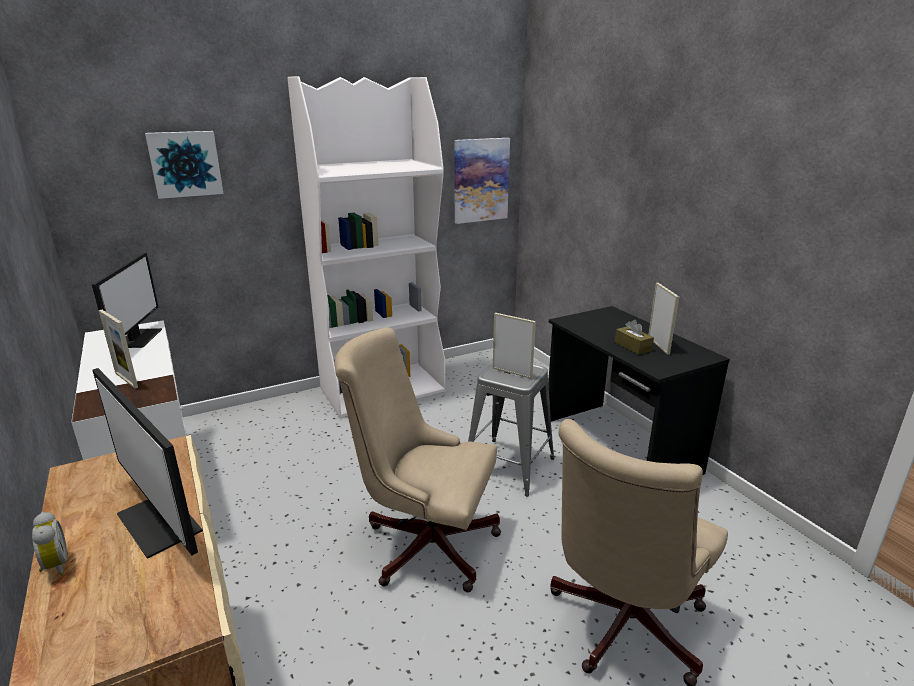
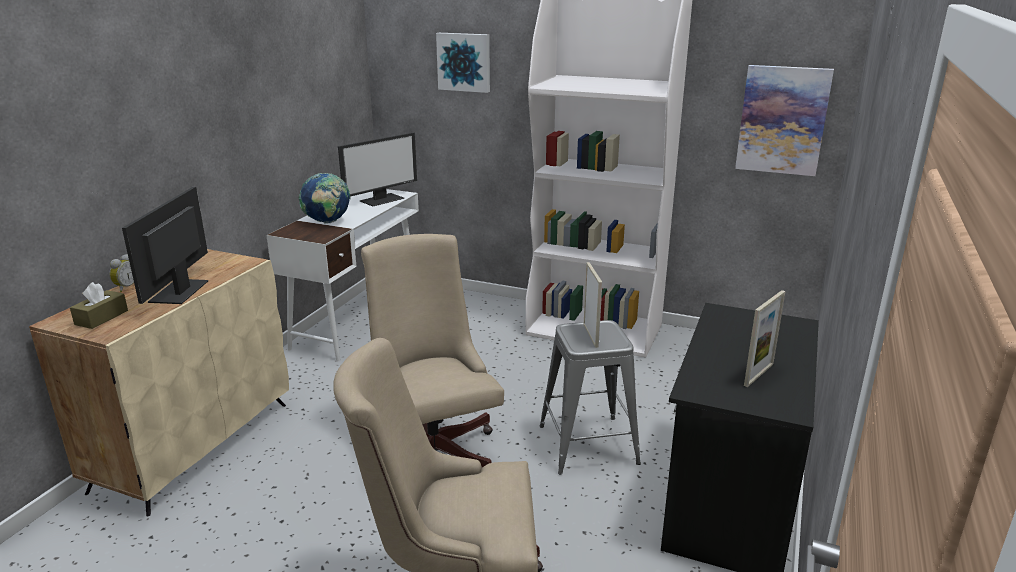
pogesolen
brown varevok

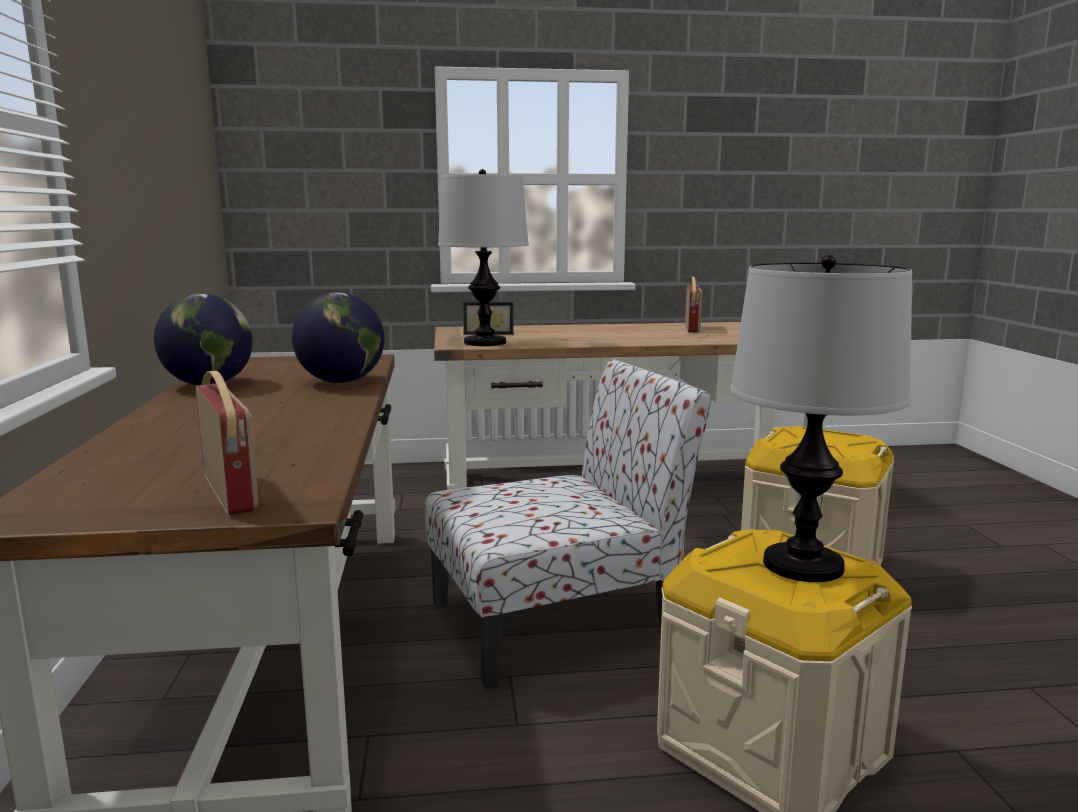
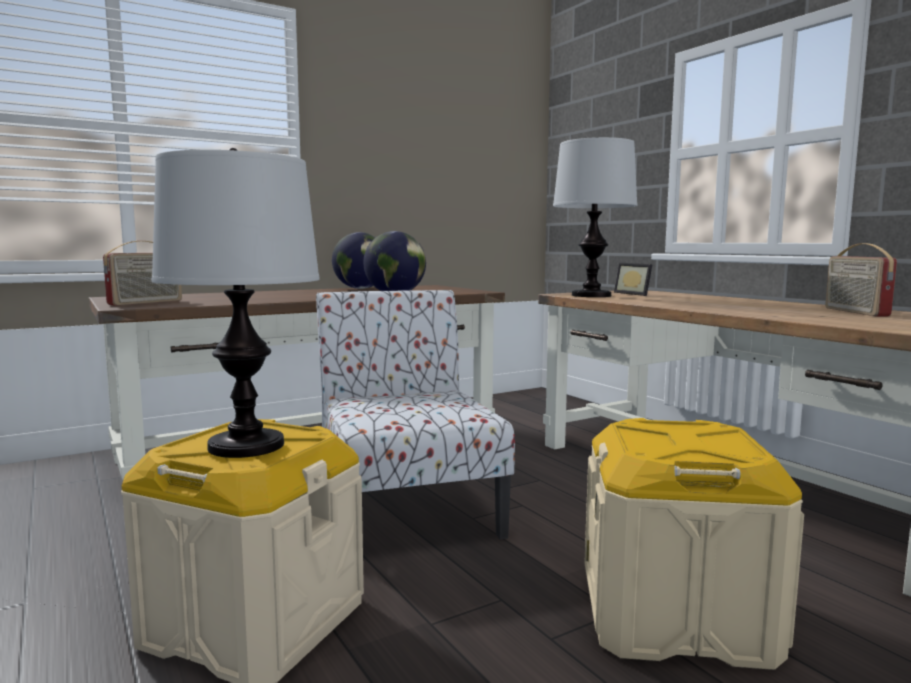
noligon
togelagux (2nd from left)

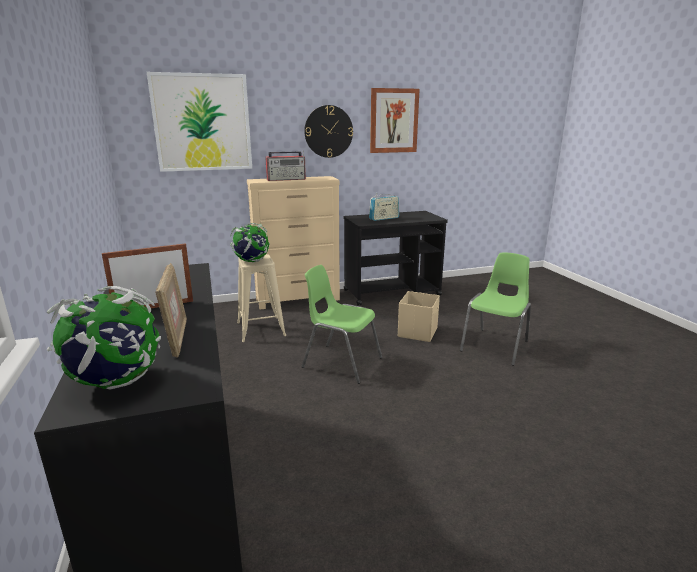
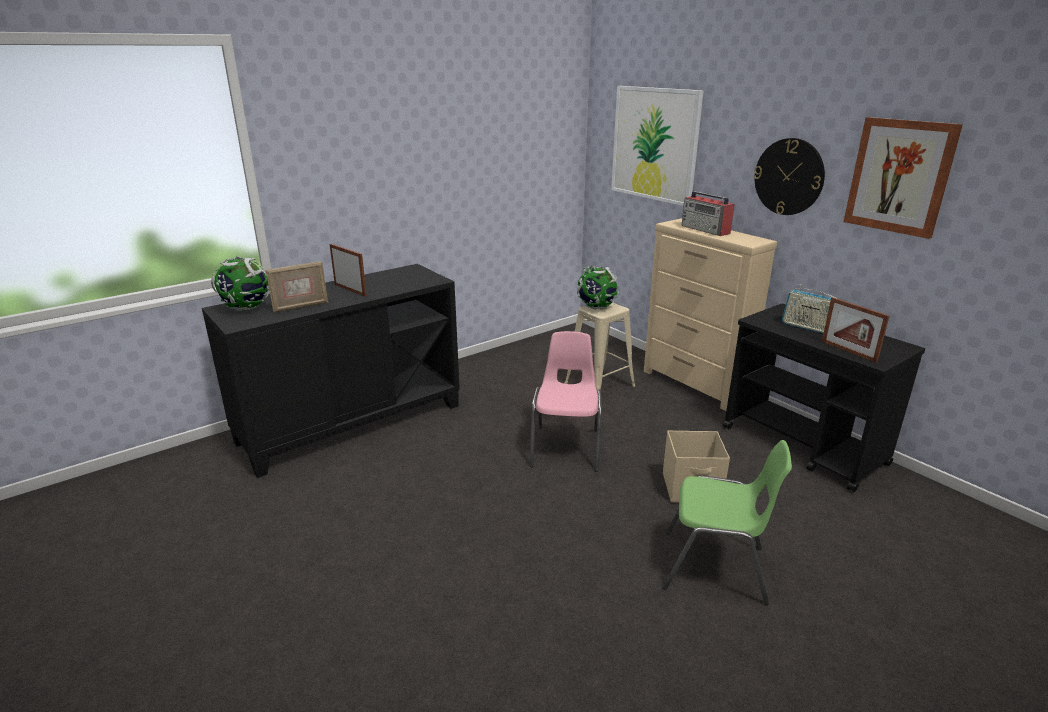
pink noligon
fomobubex (3rd from left)

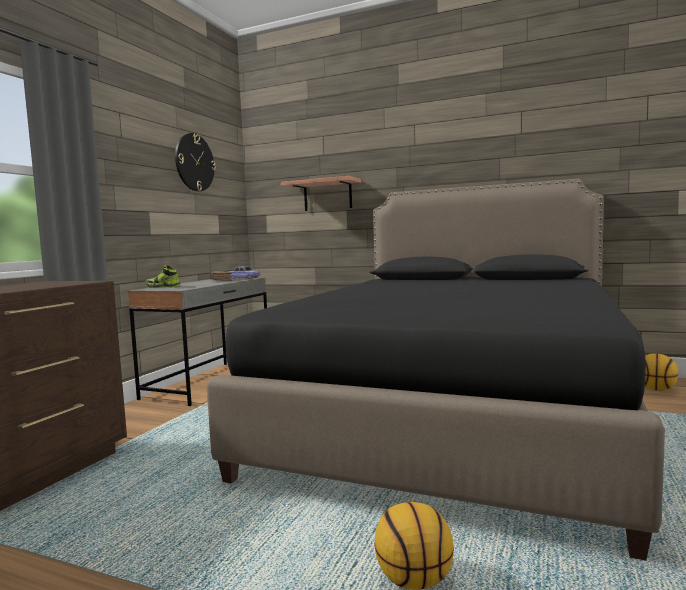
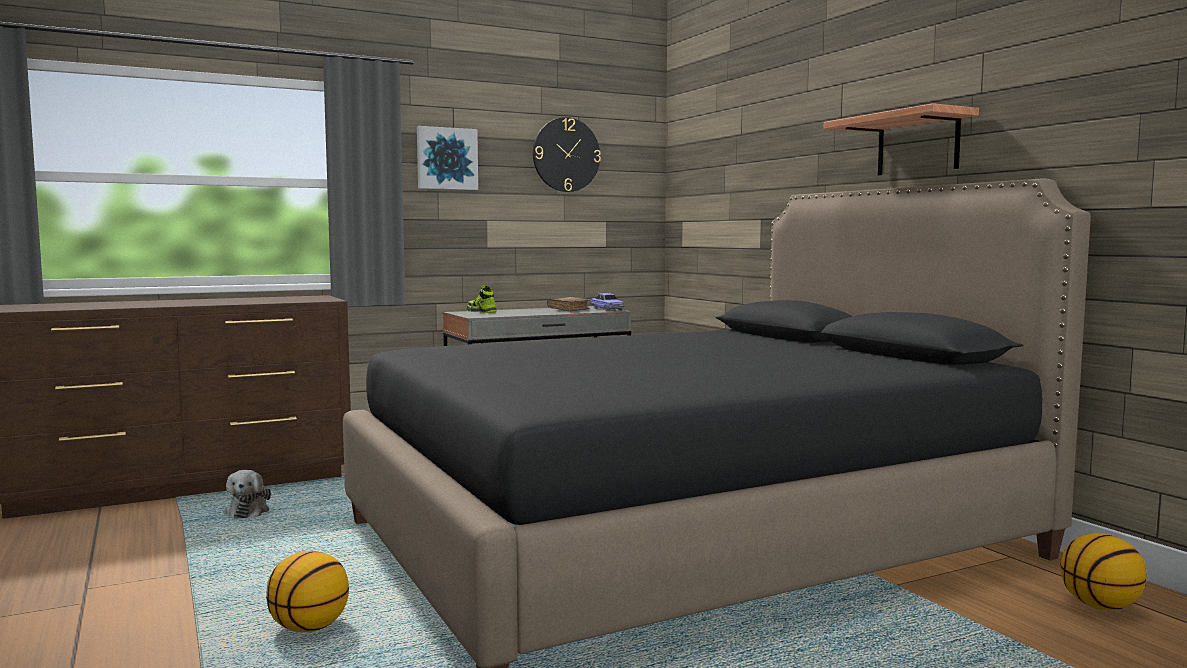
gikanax
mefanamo
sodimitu

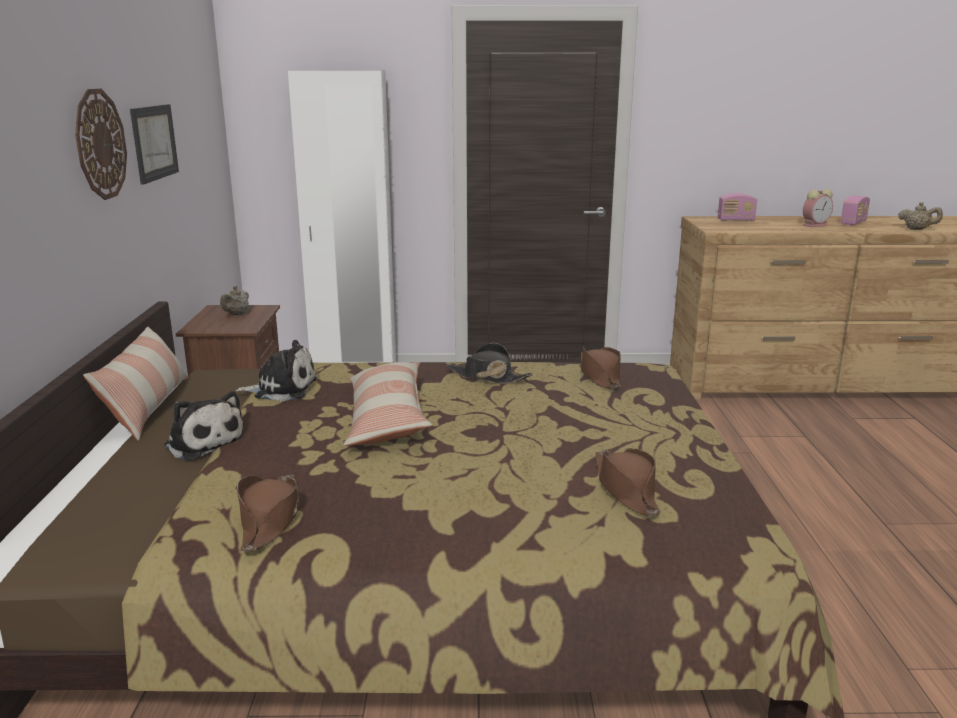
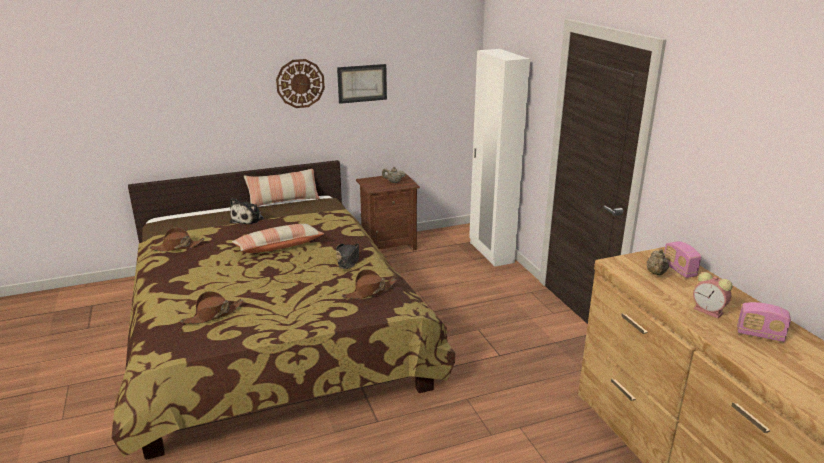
mefanamo (2nd from left in the first image)
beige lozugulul (2nd from left)

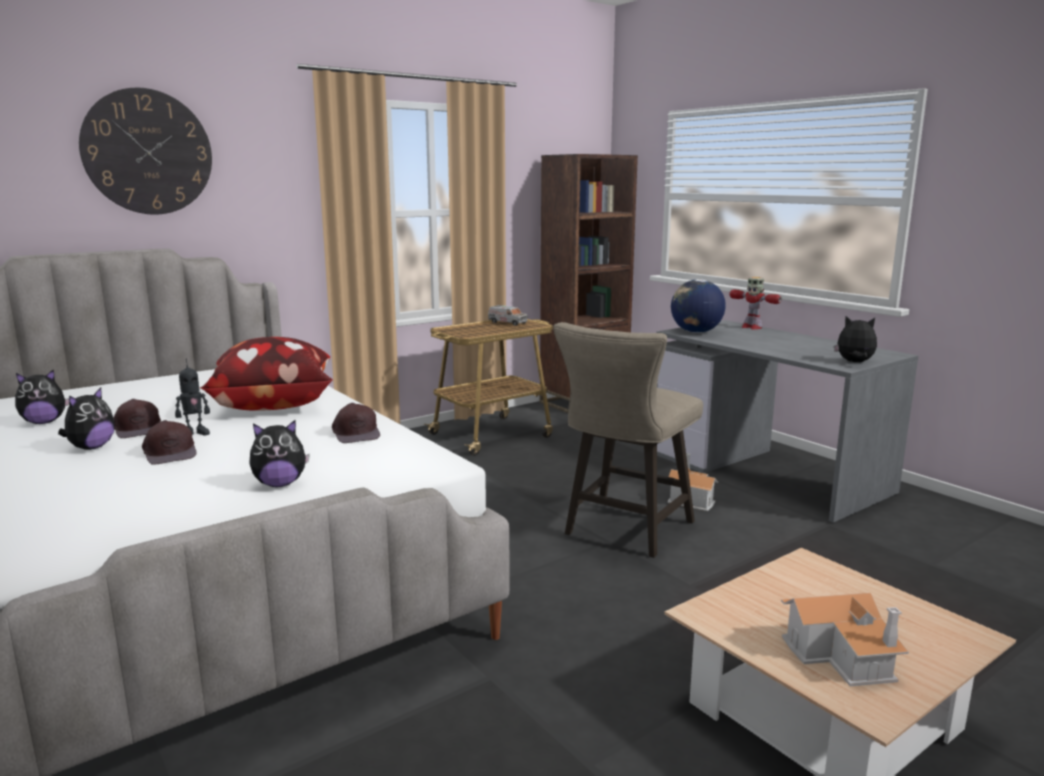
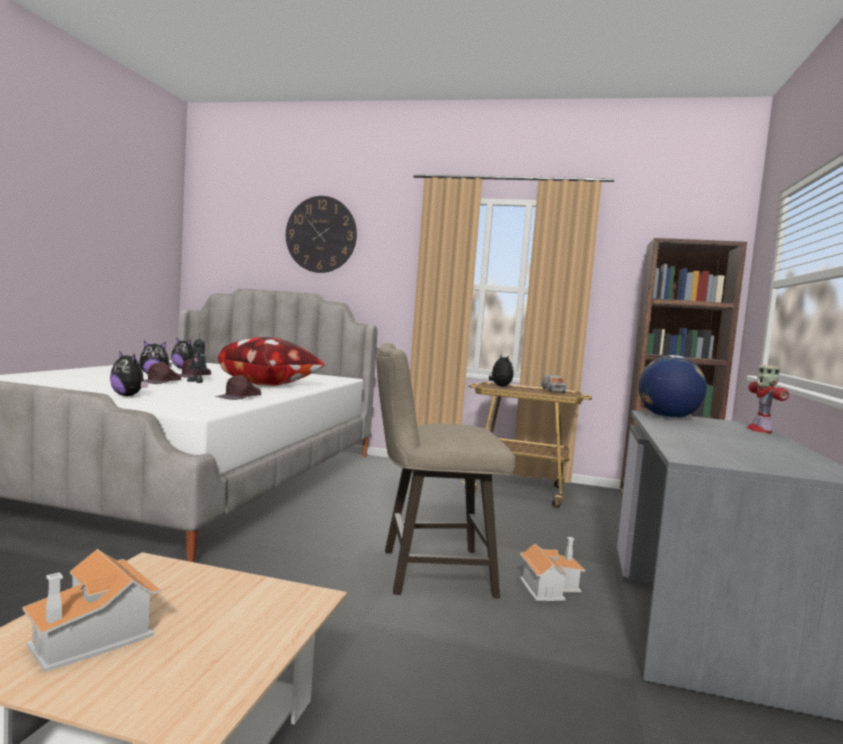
mefanamo (4th from left)

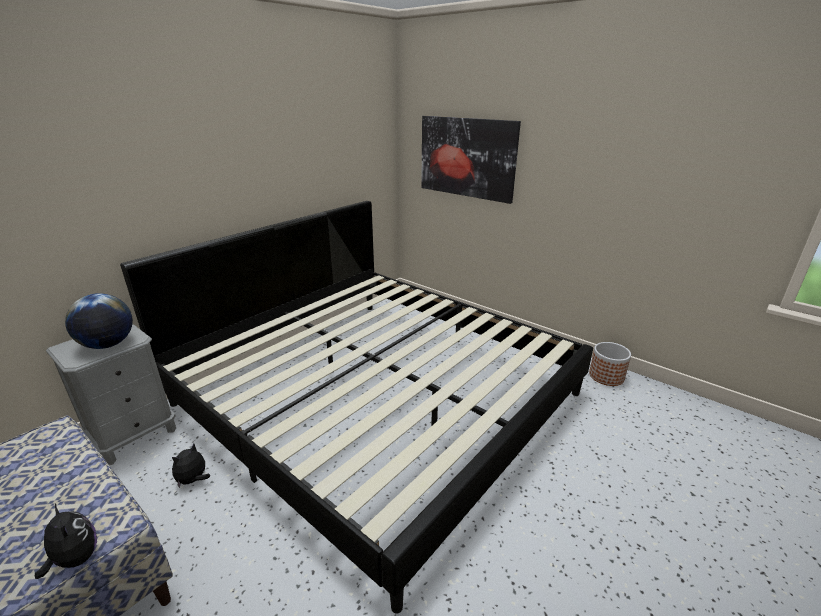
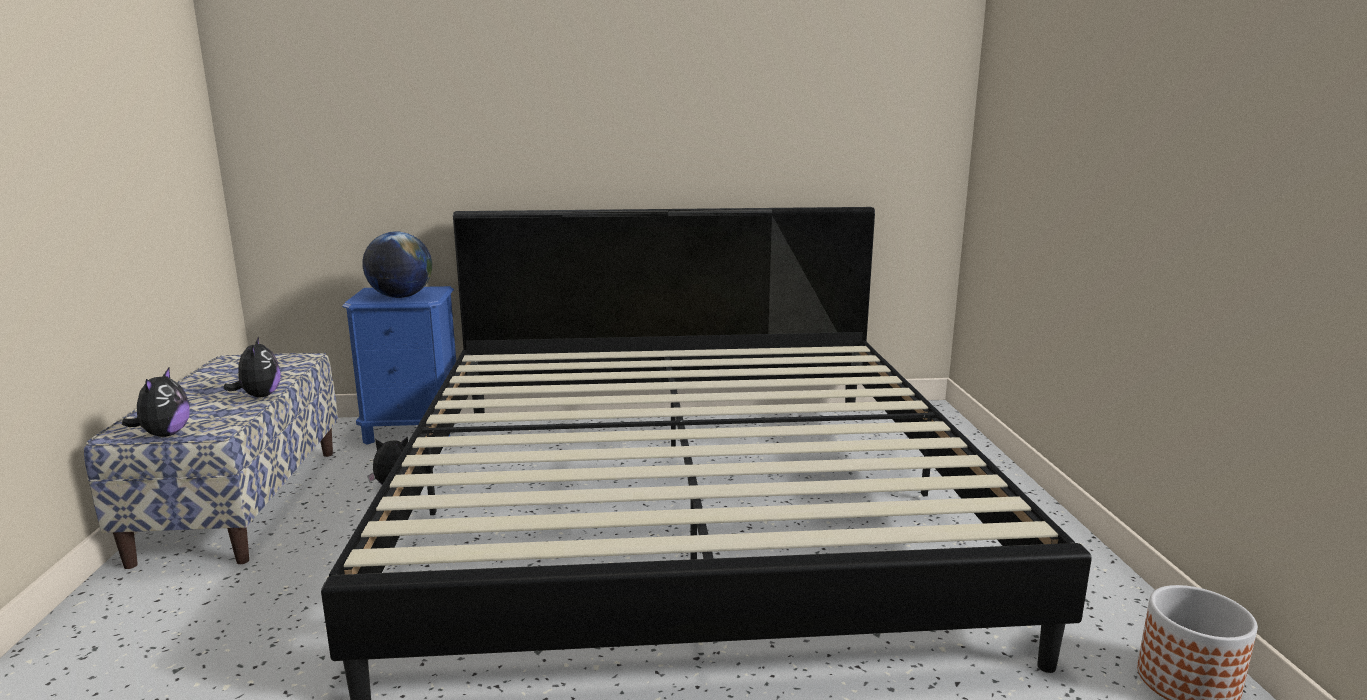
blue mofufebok
sodimitu
mefanamo (2nd from left)

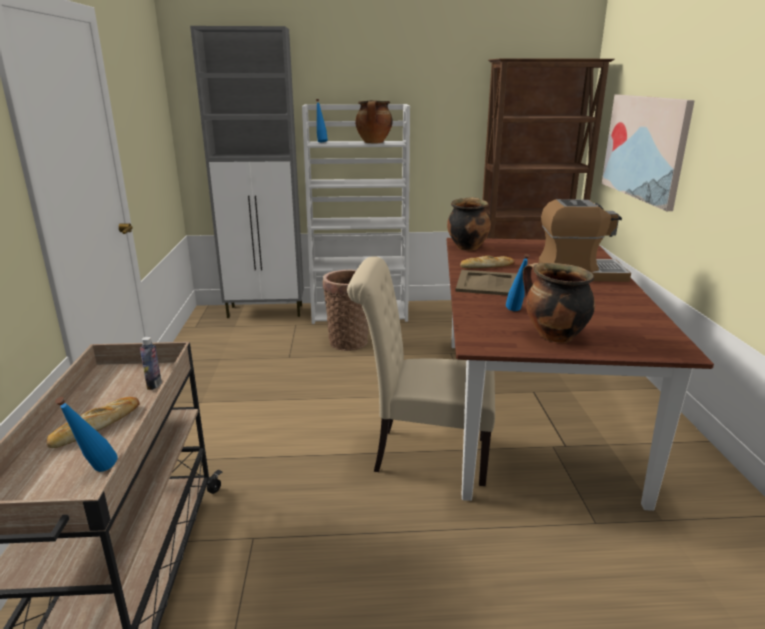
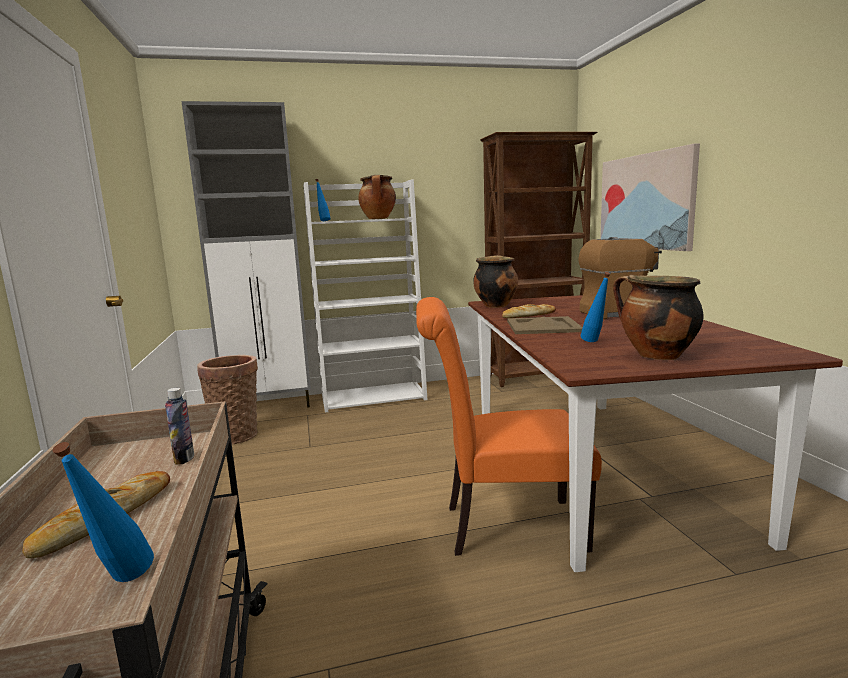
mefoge
orange noligon

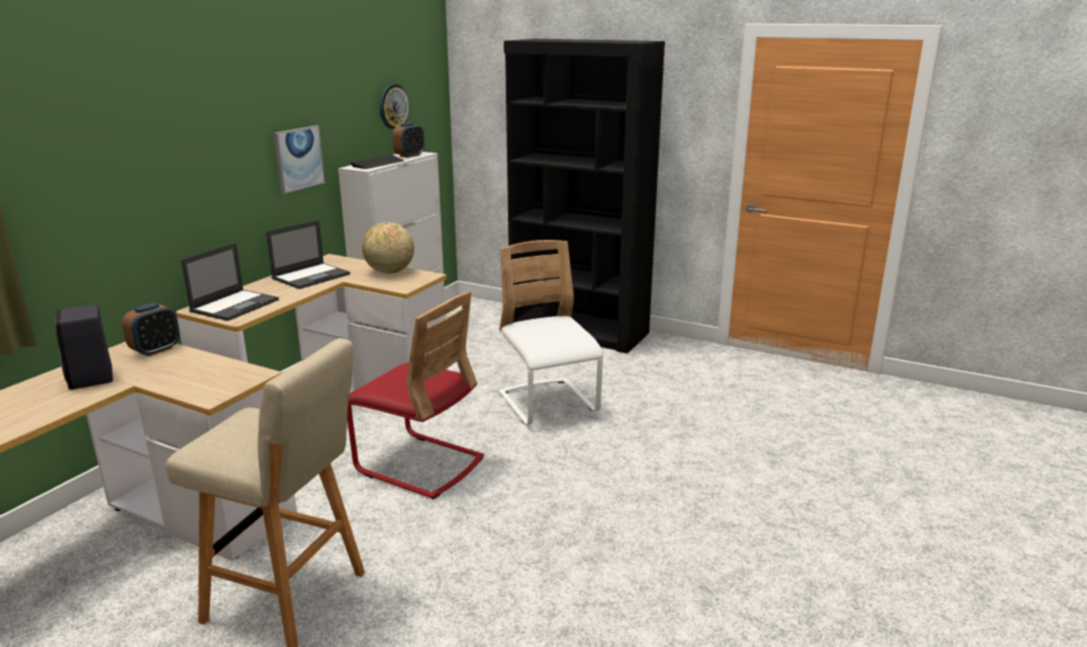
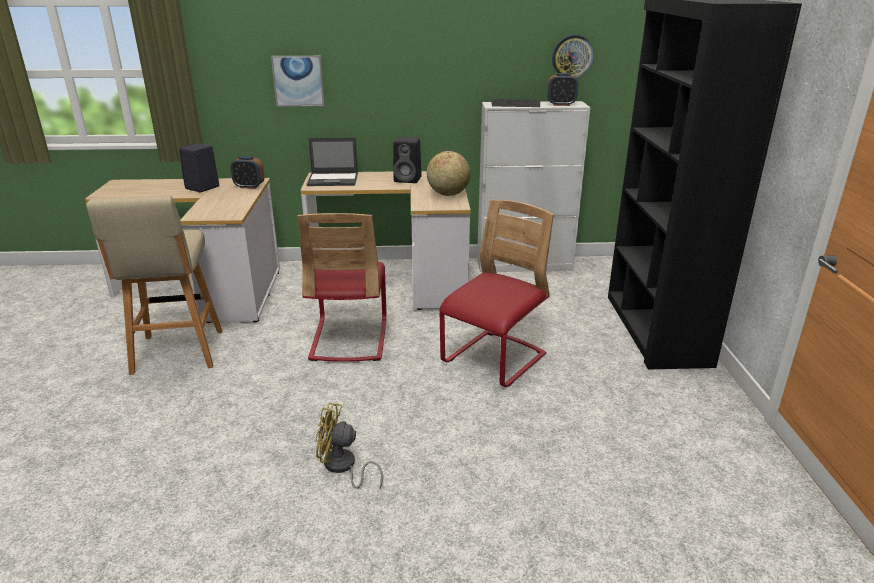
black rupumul (2nd from left)
sodimitu
red noligon (2nd from left)
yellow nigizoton

